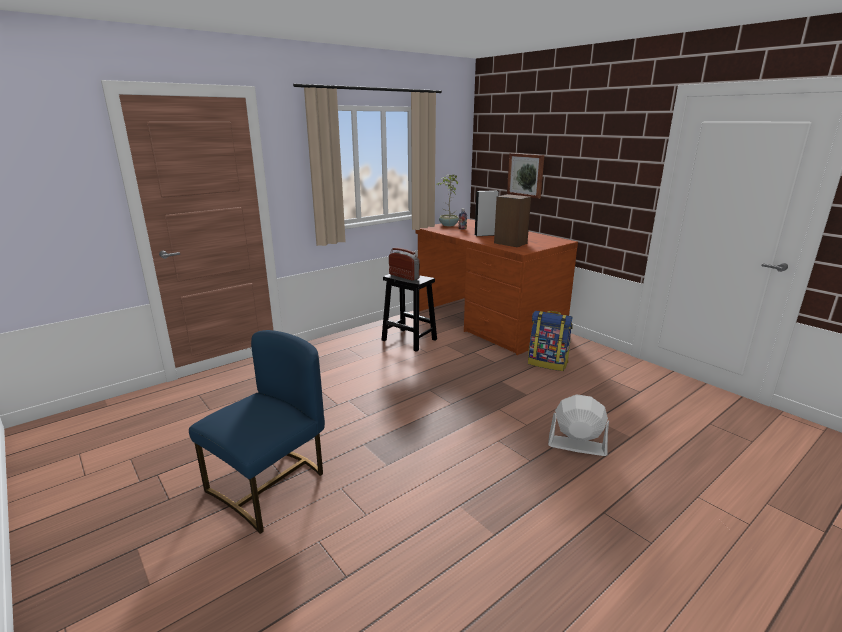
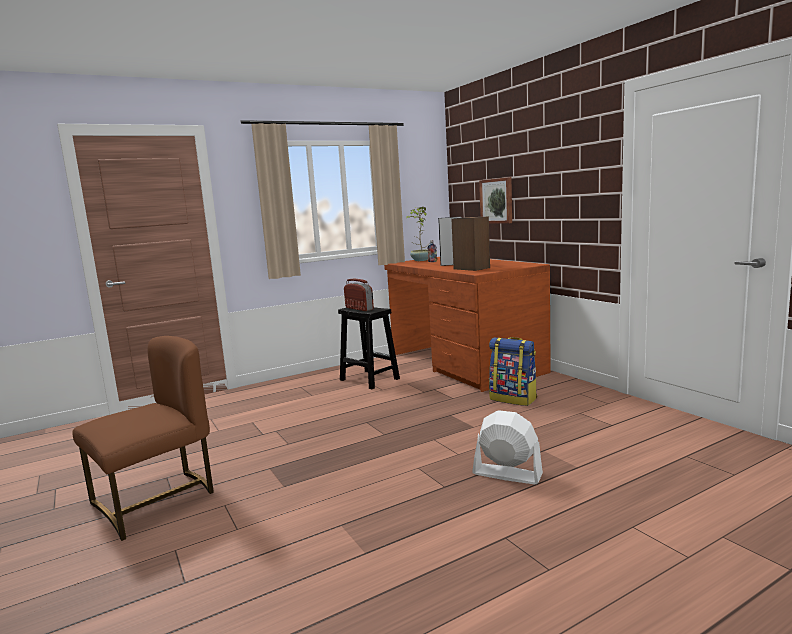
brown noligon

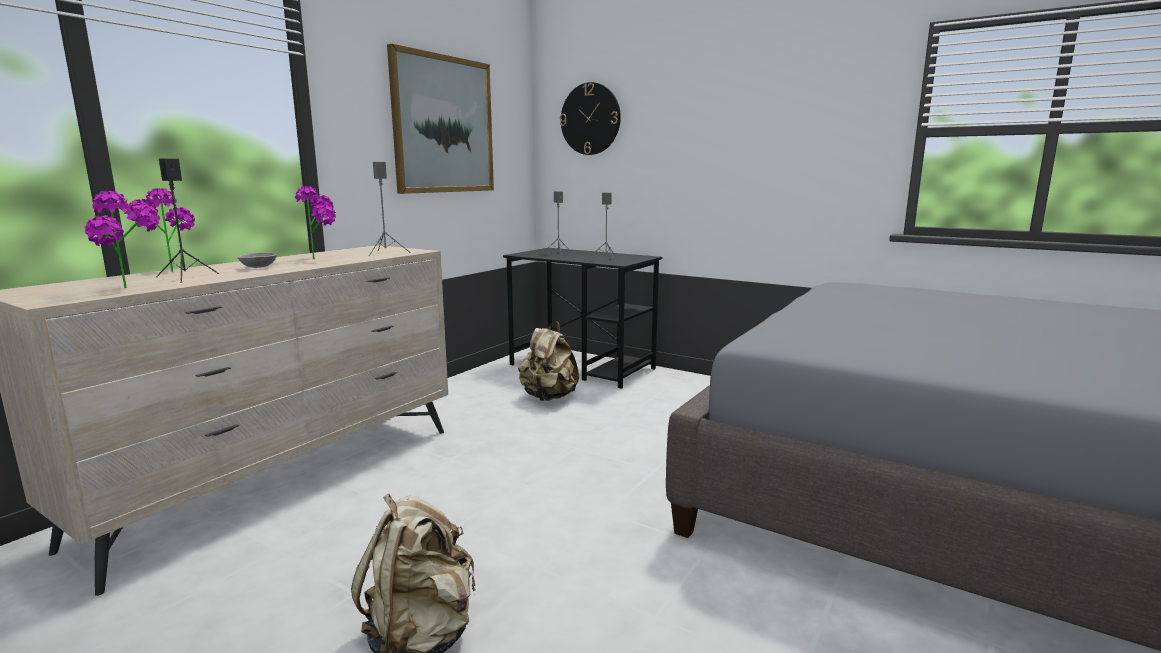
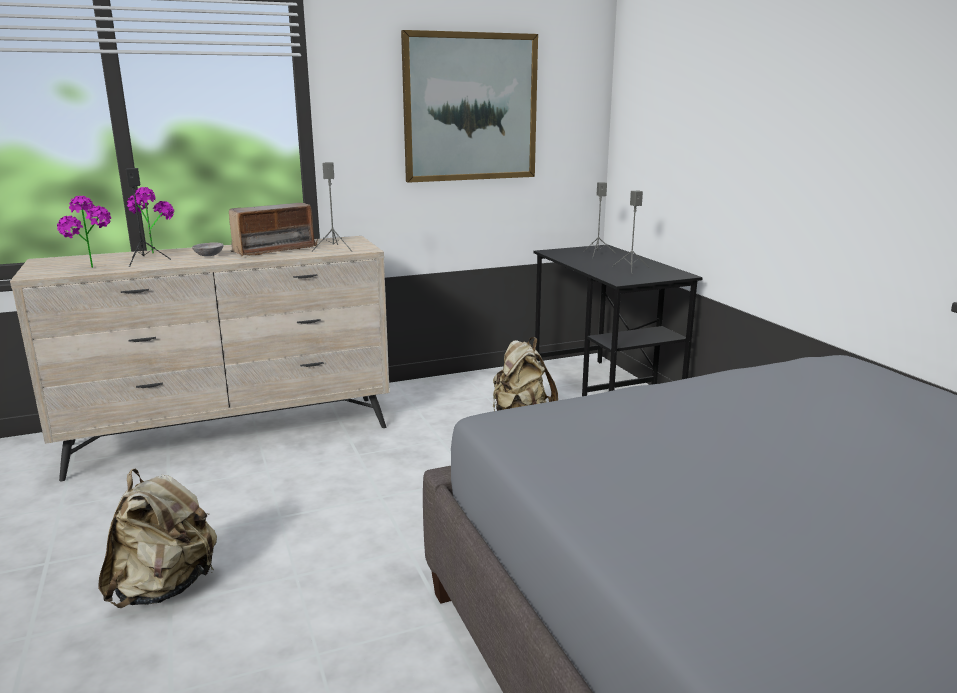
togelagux
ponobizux

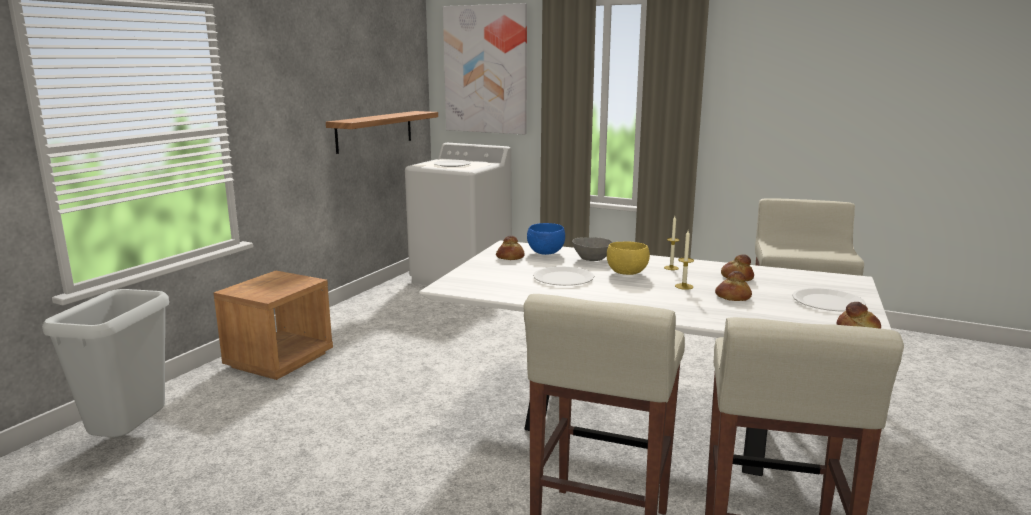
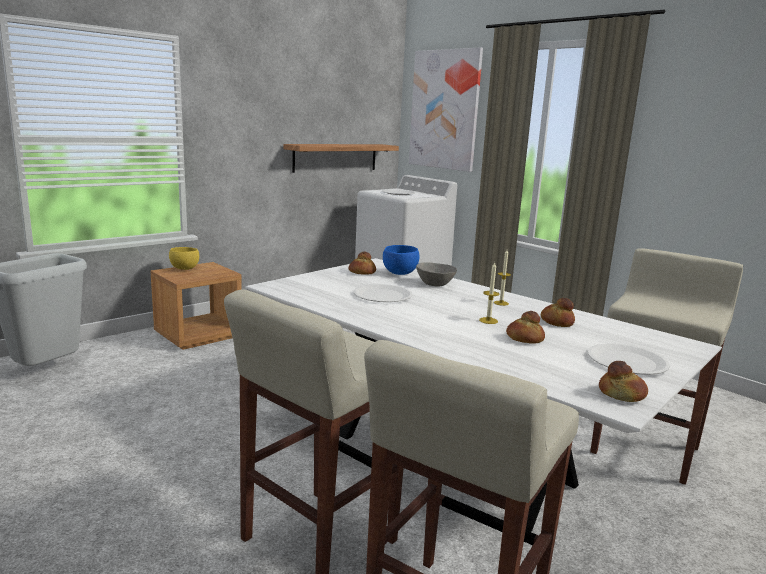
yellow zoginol

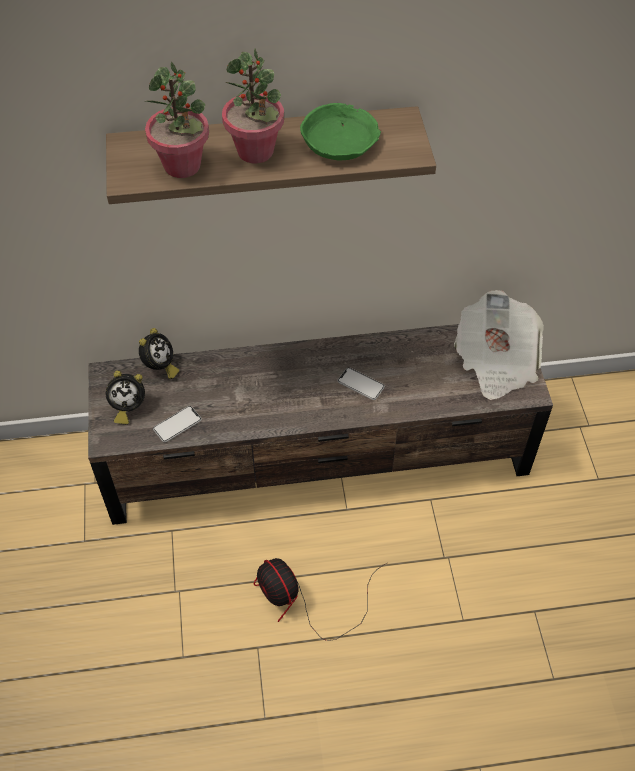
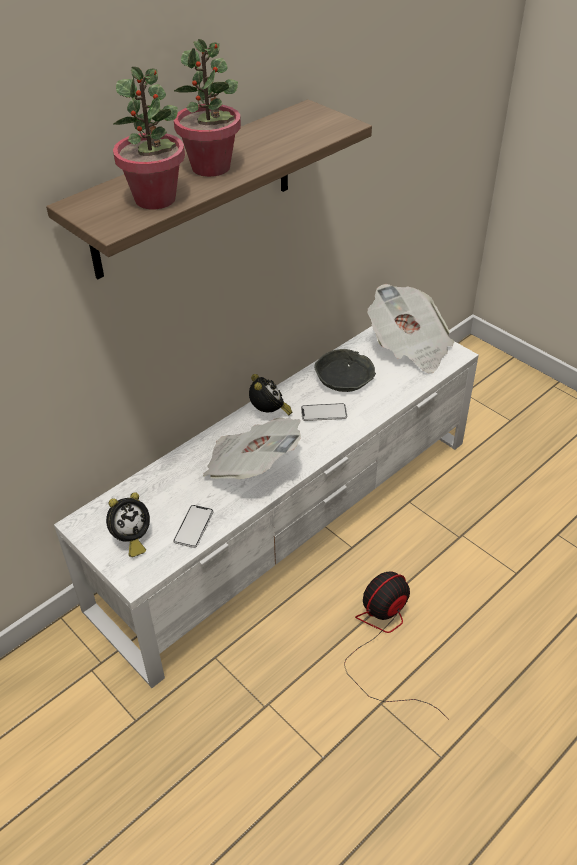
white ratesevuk
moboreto (2nd from left)
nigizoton
green zoginol
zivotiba (1st from left)
grey zoginol

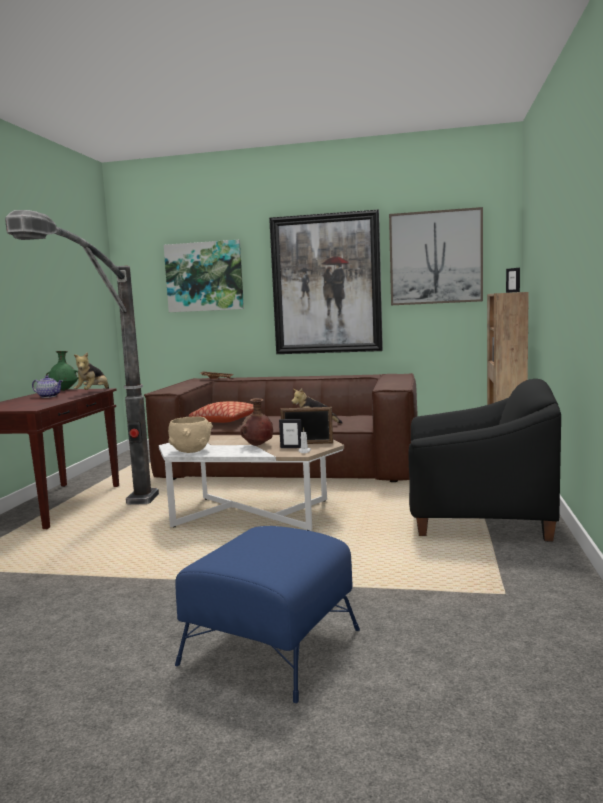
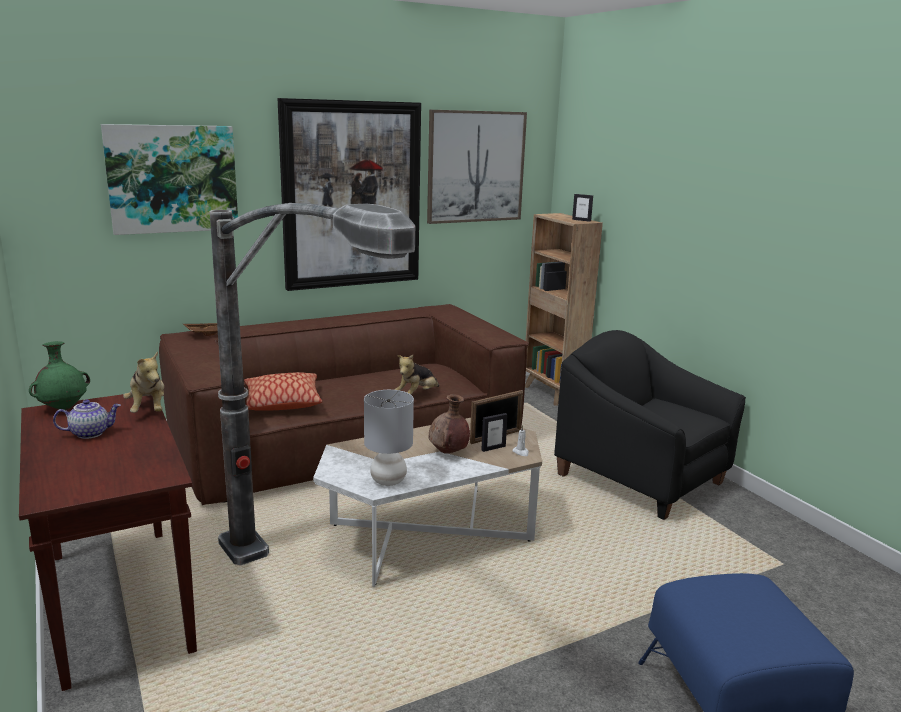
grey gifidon
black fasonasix

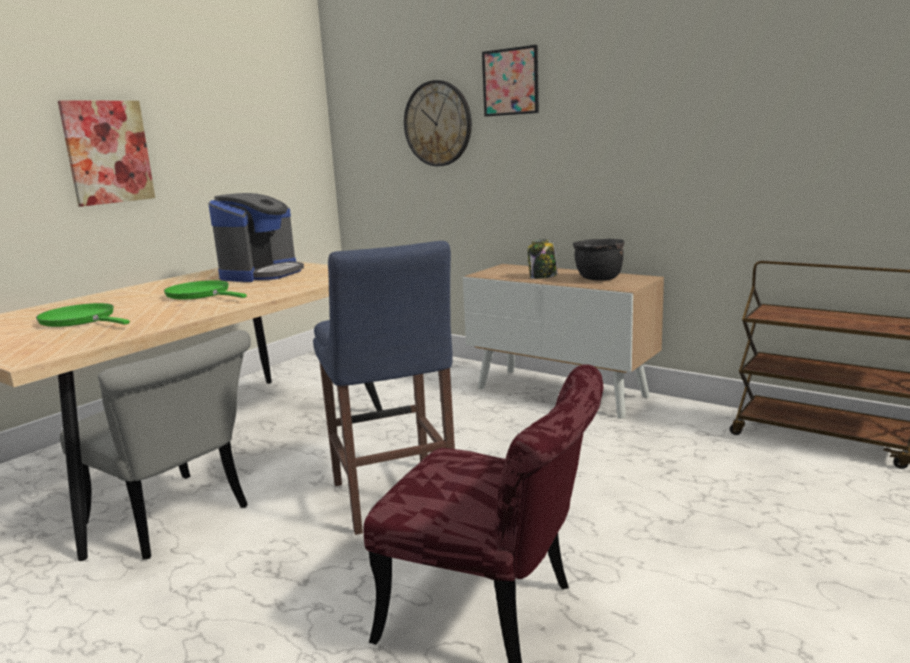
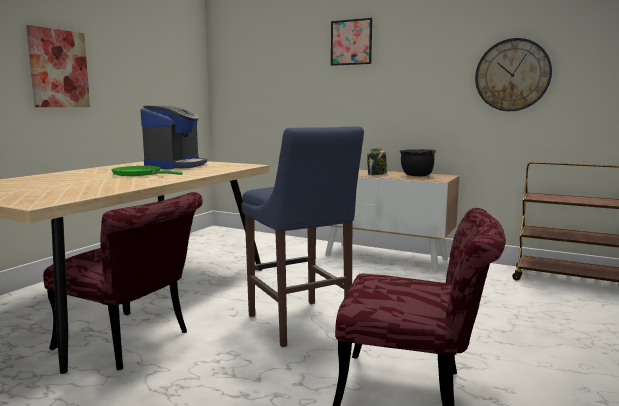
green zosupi (1st from left in the first image)
red noligon (1st from left)
ponobizux

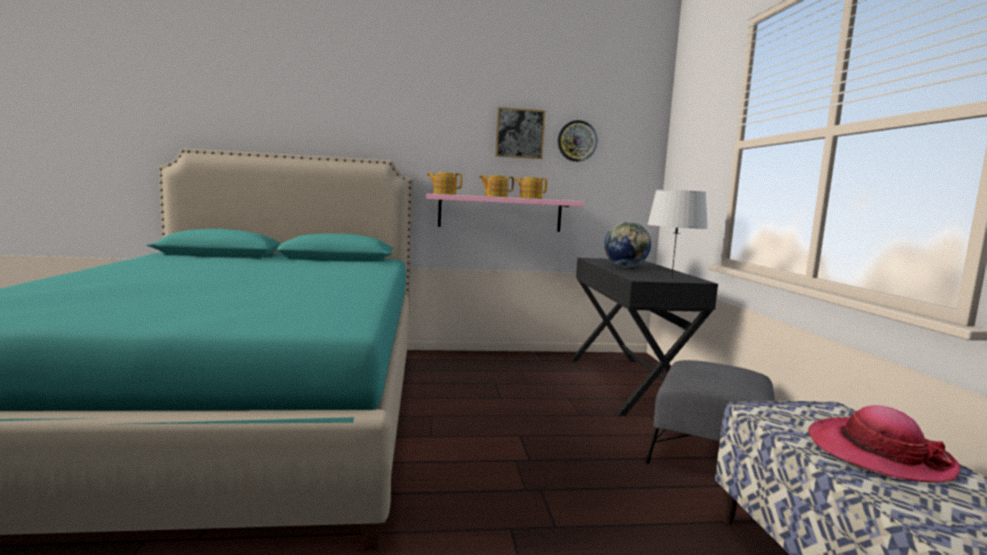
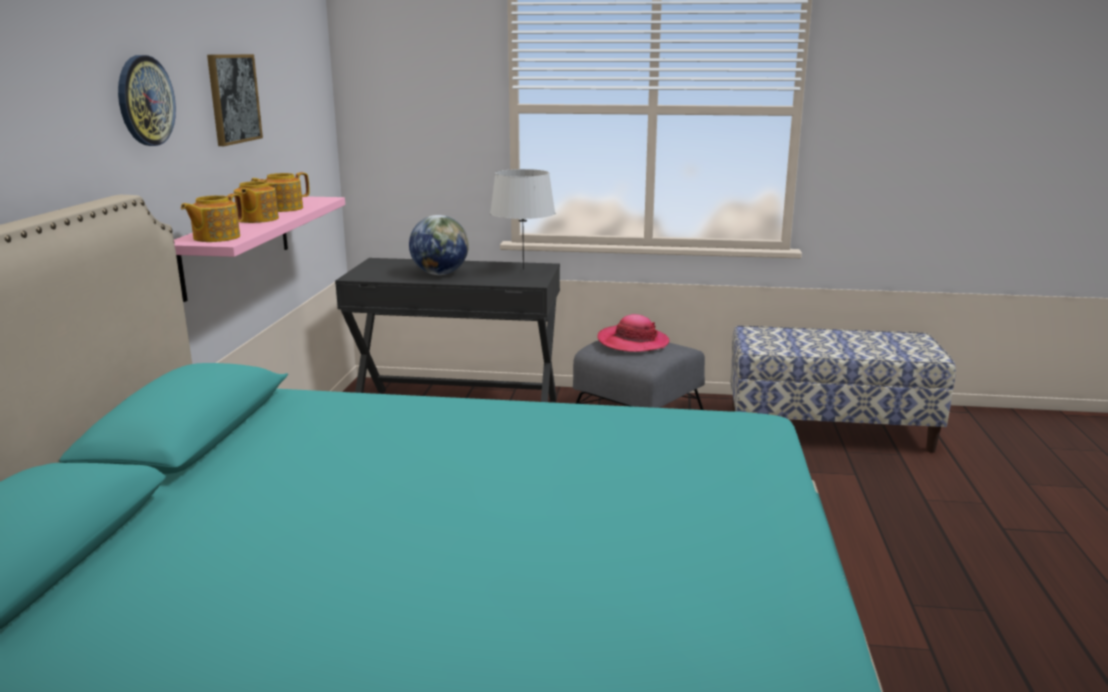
ponobizux
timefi

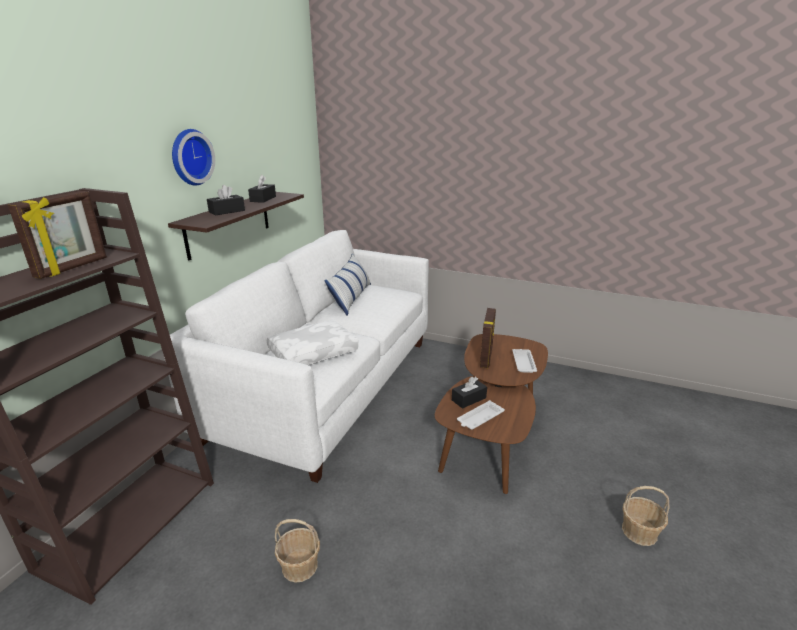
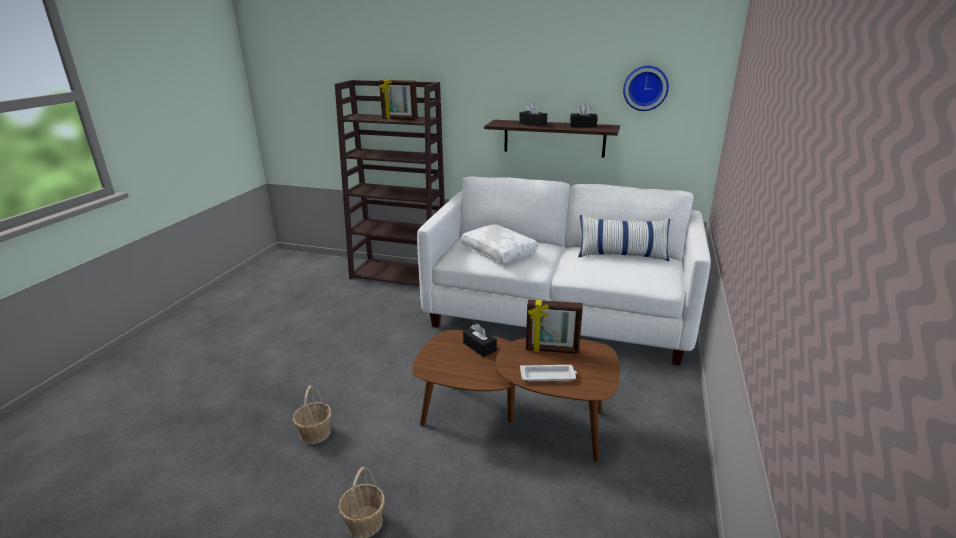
ponobizux
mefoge (1st from left)
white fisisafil (1st from left in the first image)

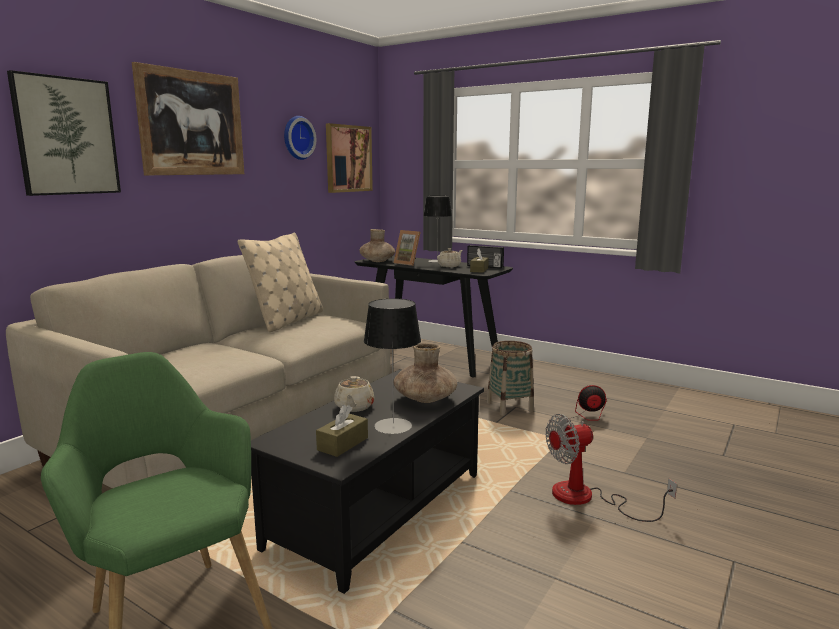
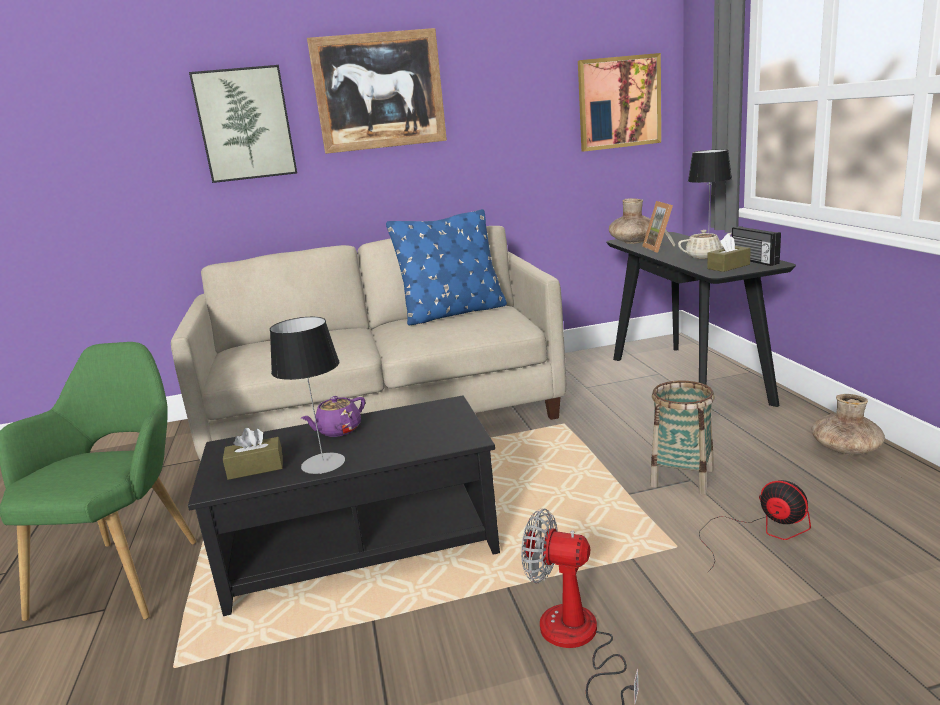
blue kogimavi
ponobizux
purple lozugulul
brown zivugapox (2nd from left)

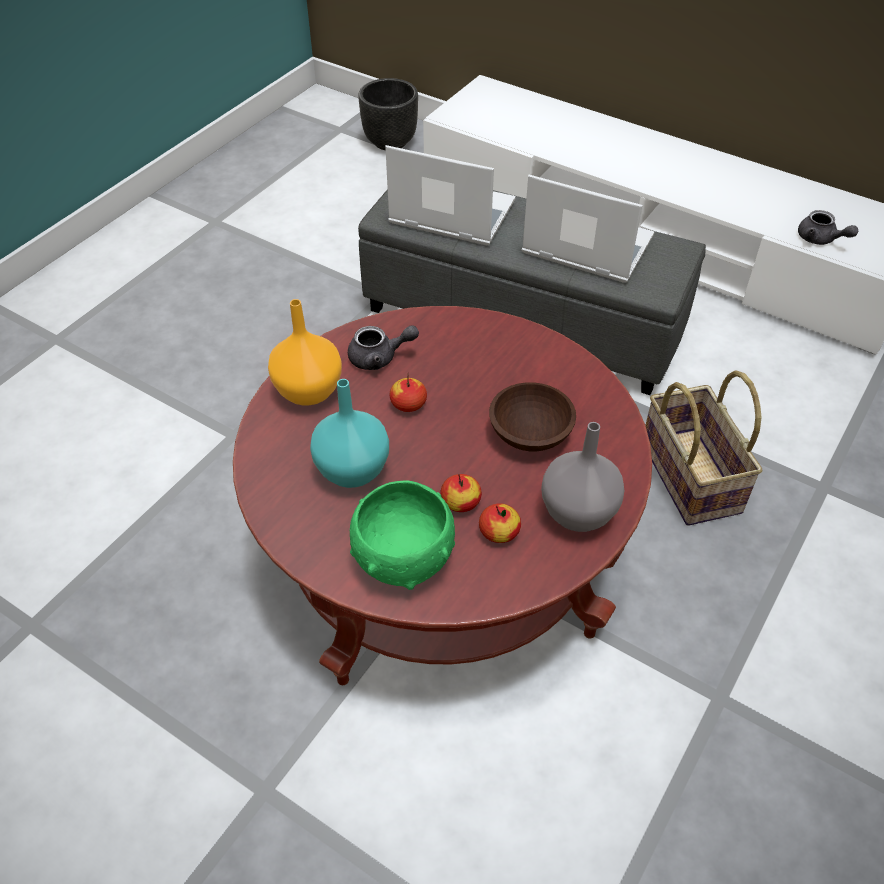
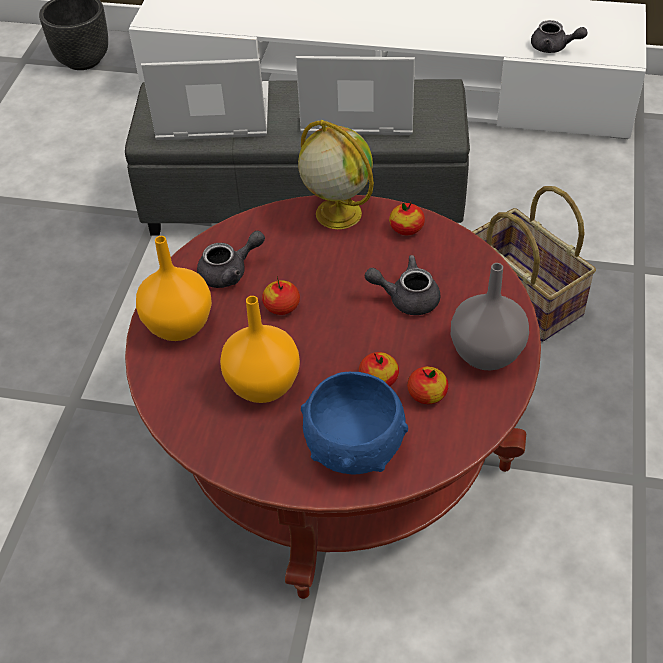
orange zivugapox (2nd from left)
blue zoginol
grey lozugulul (2nd from left)
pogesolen
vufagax (3rd from left)

